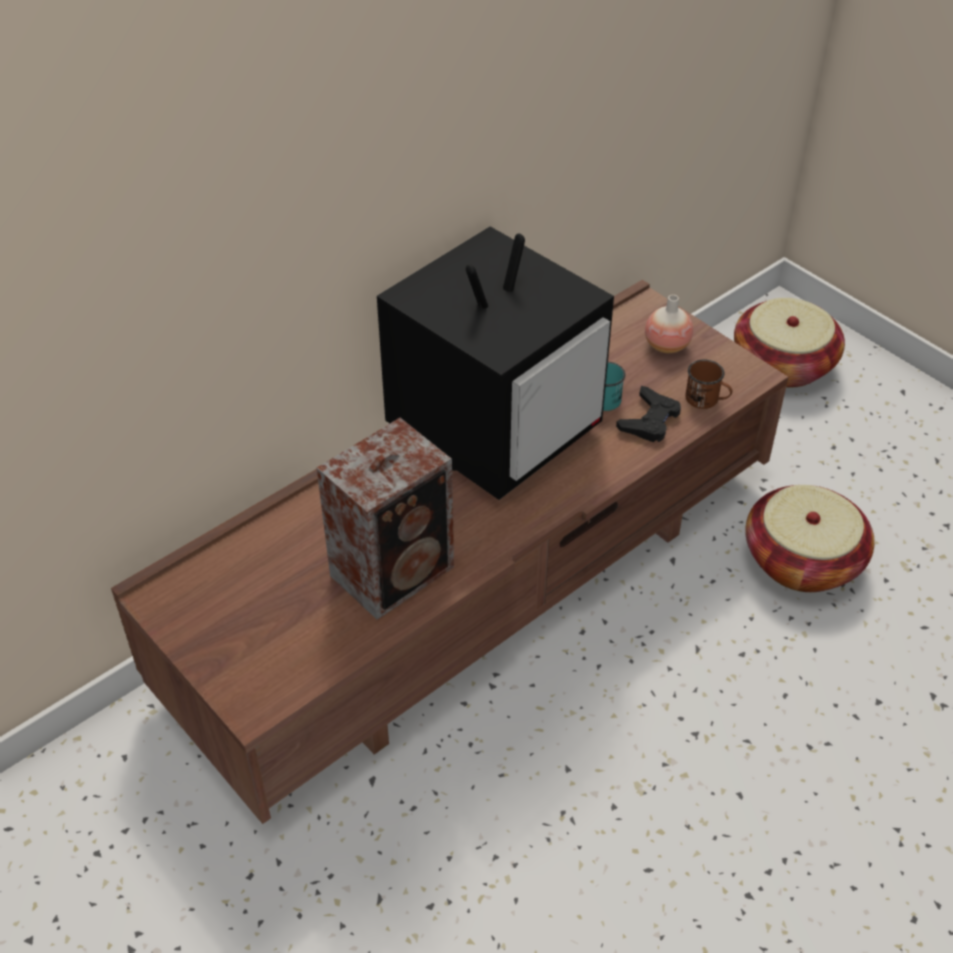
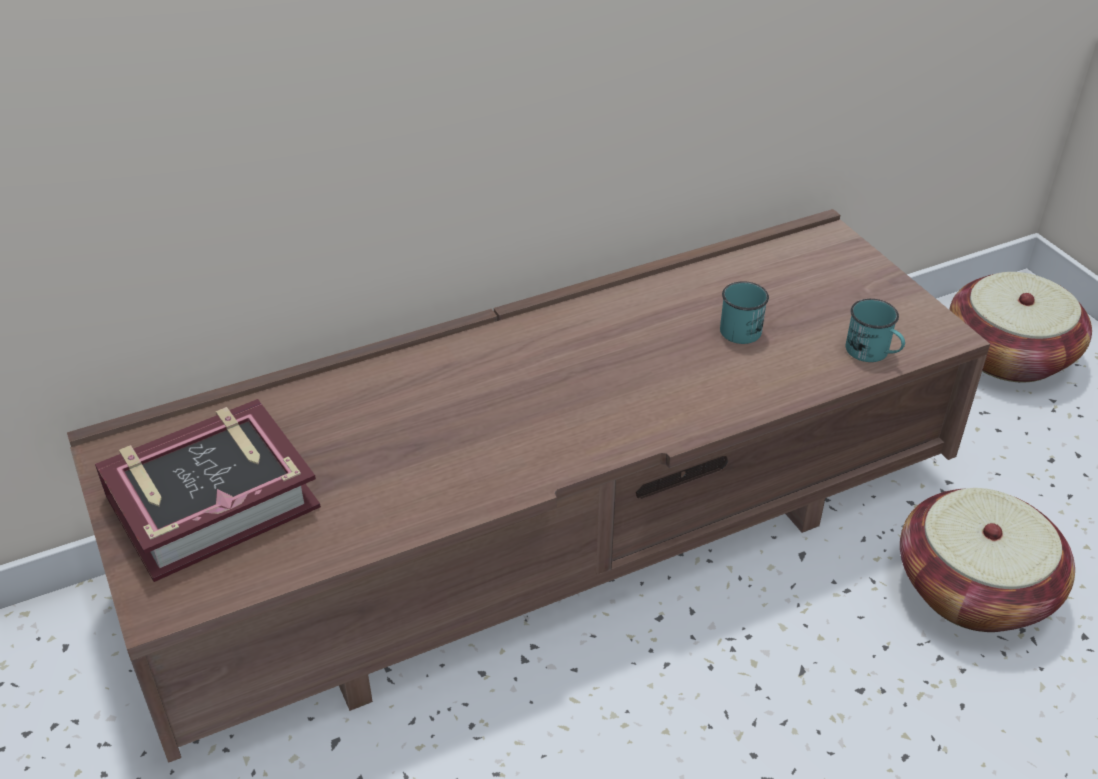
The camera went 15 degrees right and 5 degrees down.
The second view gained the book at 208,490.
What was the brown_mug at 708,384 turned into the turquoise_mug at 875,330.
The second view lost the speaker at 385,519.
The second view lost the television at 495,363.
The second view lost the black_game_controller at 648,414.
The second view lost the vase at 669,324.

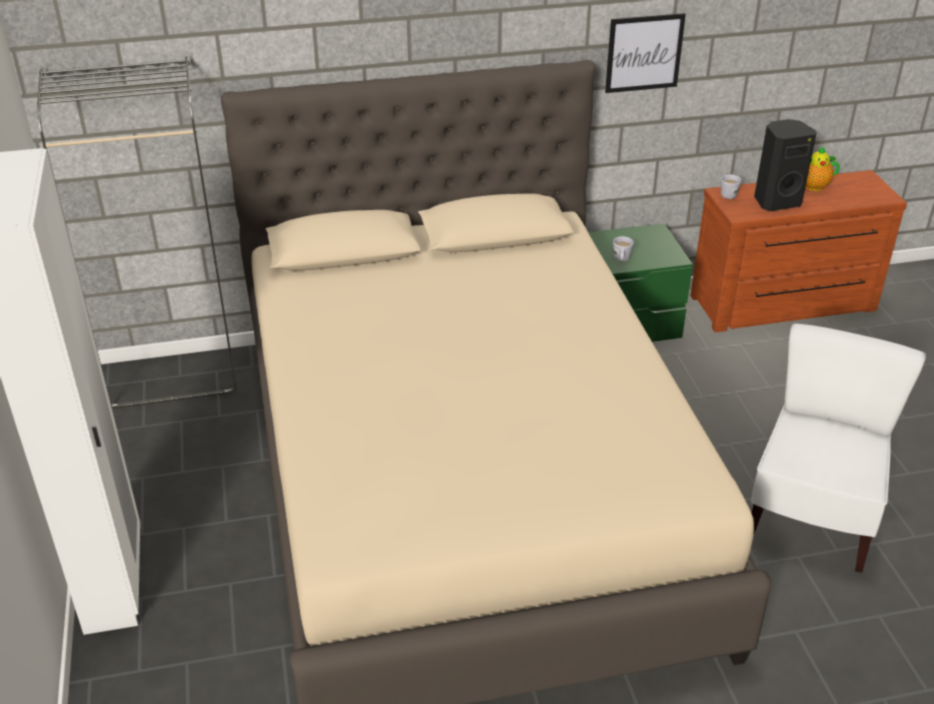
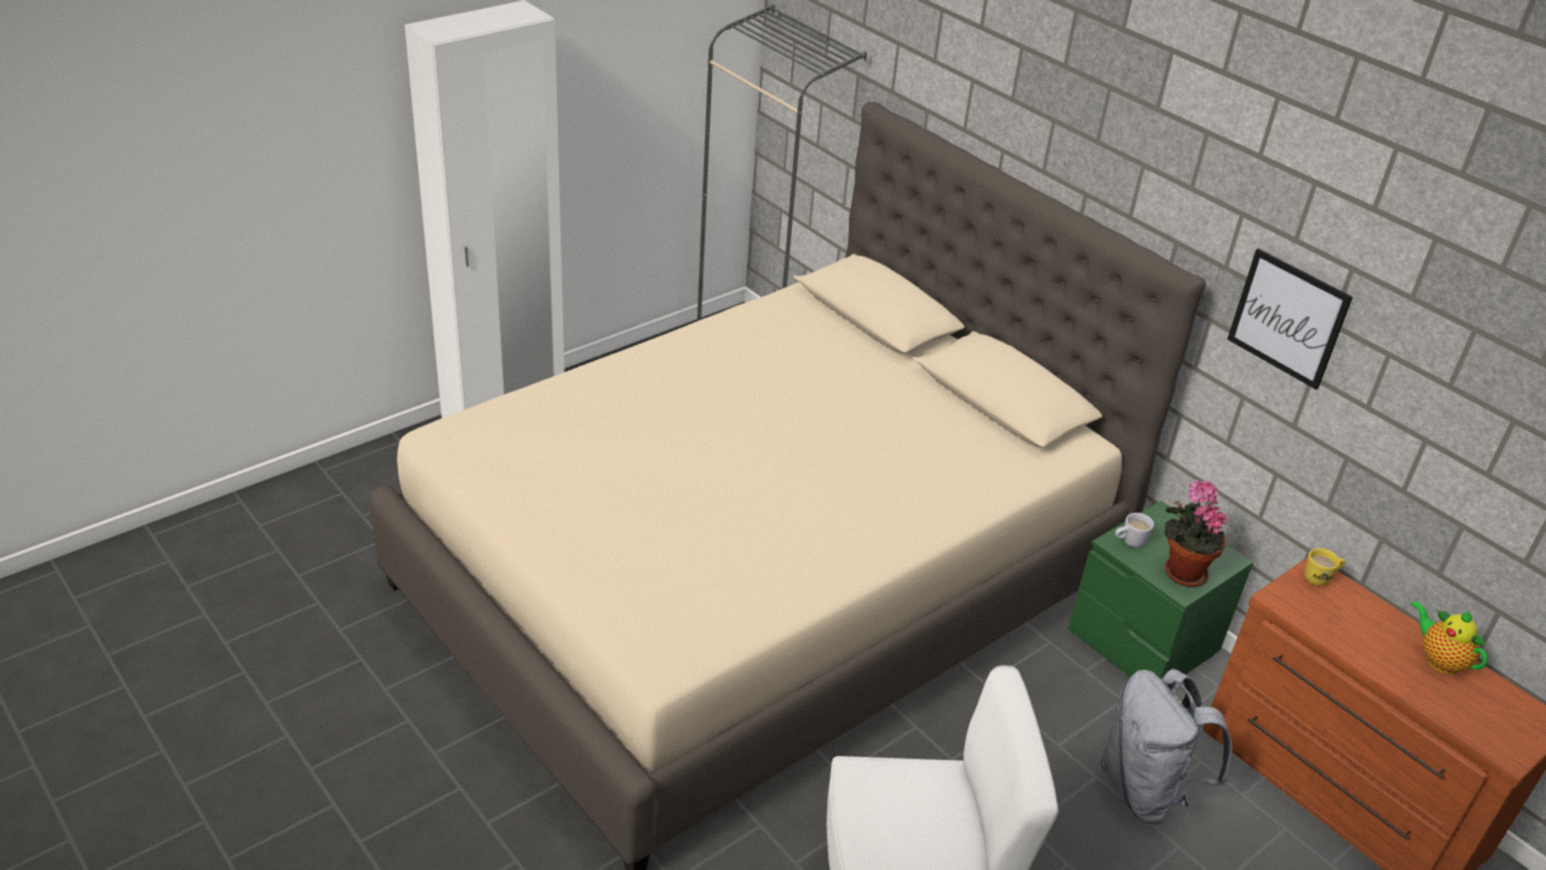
The camera went 60 degrees right and 0 degrees up.
The second view gained the grey_backpack at 1166,746.
The second view gained the potted_plant at 1196,533.
What was the white_mug at 731,186 turned into the yellow_mug at 1325,567.
The second view lost the black_speaker at 785,165.

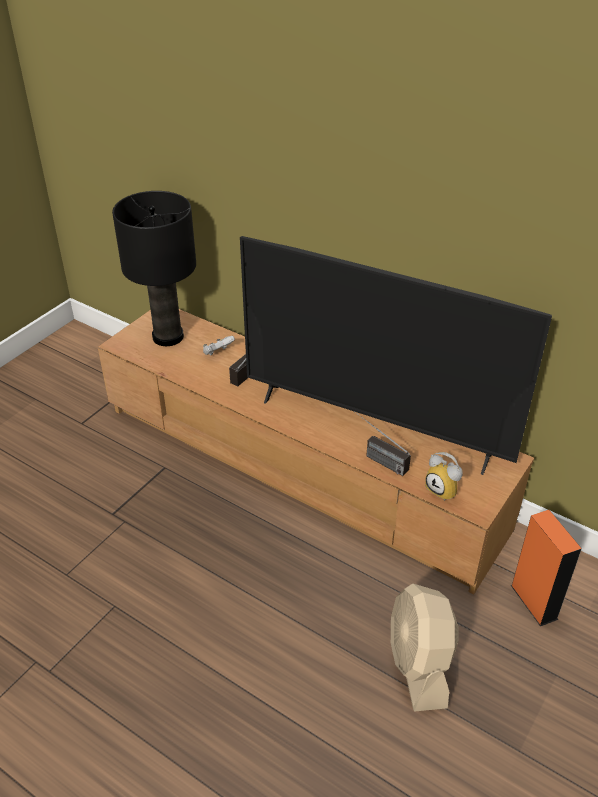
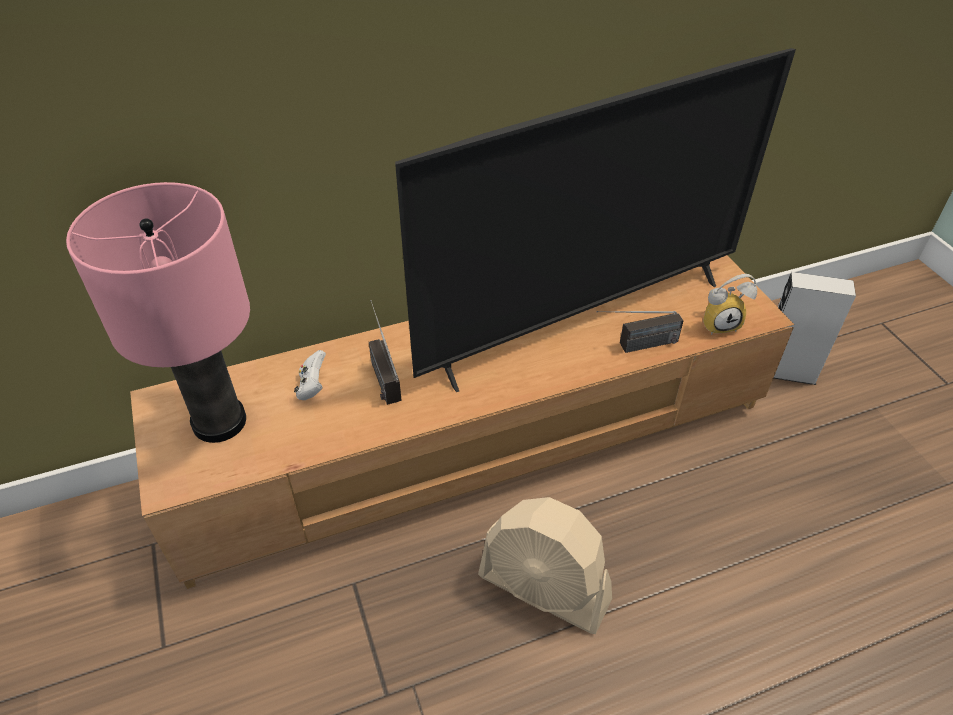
The camera went 55 degrees left and 5 degrees up.
What was the black_table_lamp at 154,268 turned into the pink_table_lamp at 158,312.
The beige_fan ended up elsewhere, having gone from 424,648 to 545,565.
What was the orange_speaker at 546,568 turned into the grey_speaker at 815,328.

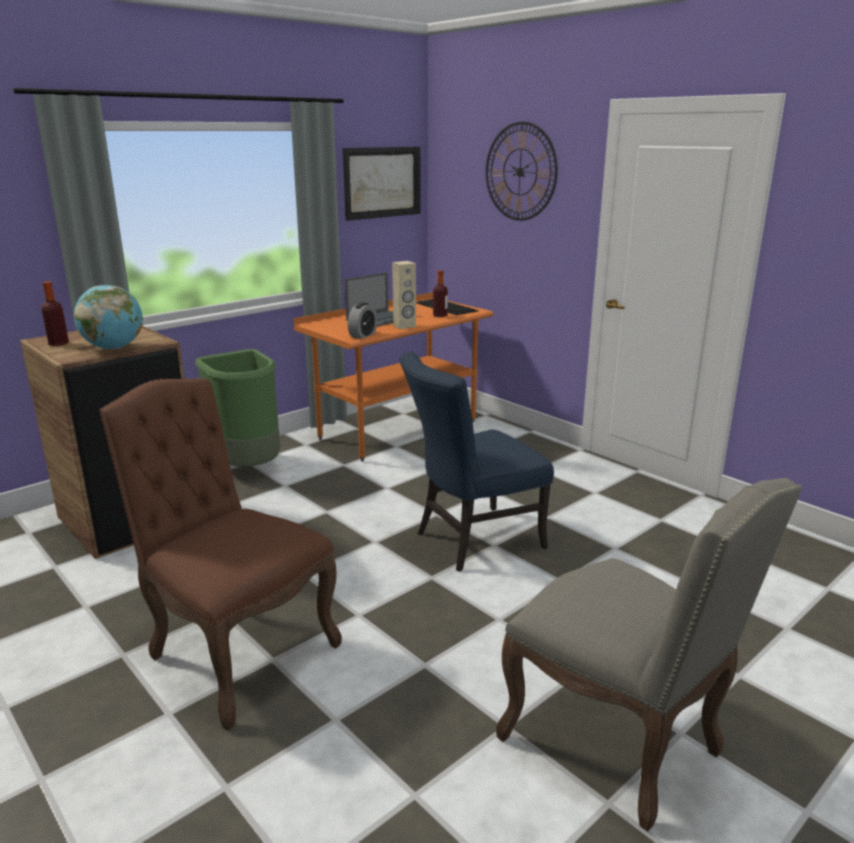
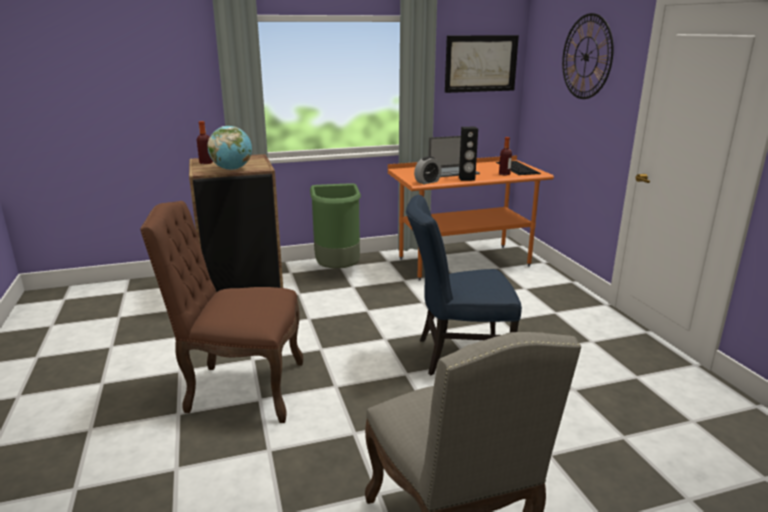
The camera went 25 degrees right and 0 degrees up.
The brown_chair at 221,554 ended up facing another way, 60 degrees counterclockwise from before.
What was the beige_speaker at 404,295 turned into the black_speaker at 468,154.

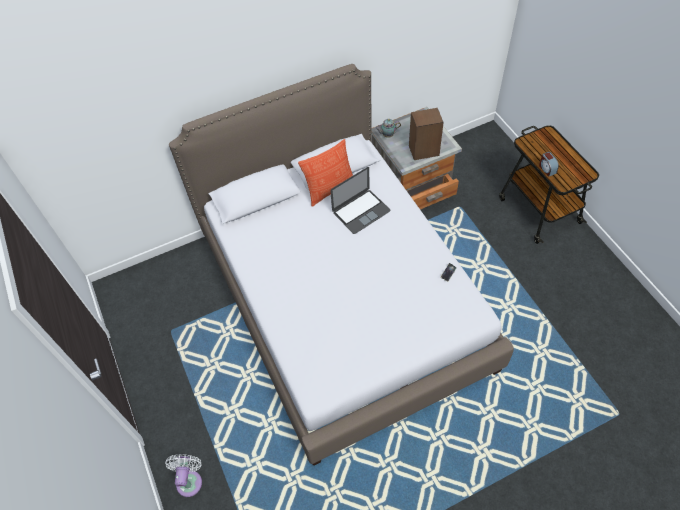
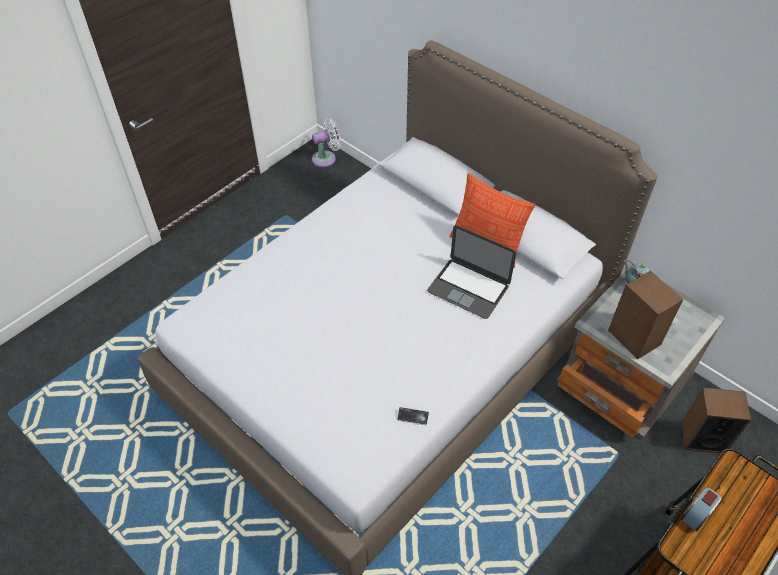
The camera went 65 degrees right and 5 degrees down.
The white_fan ended up elsewhere, having gone from 183,475 to 326,142.
The second view gained the speaker at 716,420.

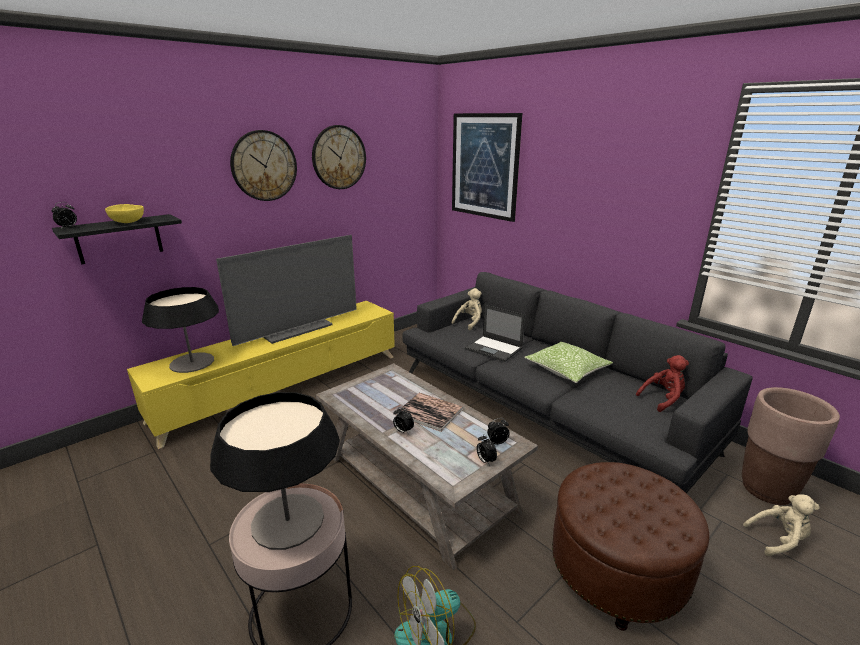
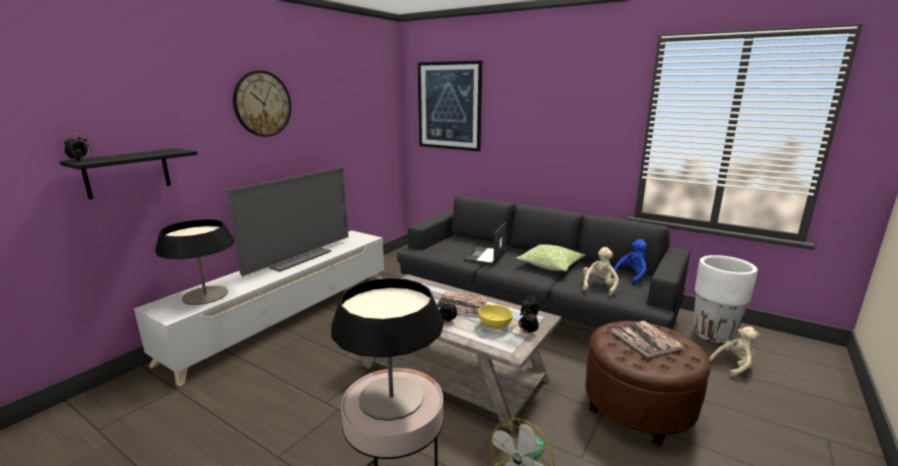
The camera went 15 degrees left and 5 degrees down.
What was the yellow_tv_stand at 261,375 turned into the white_tv_stand at 259,308.
The laptop at 495,333 ended up facing another way, 90 degrees clockwise from before.
The yellow_bowl ended up elsewhere, having gone from 124,213 to 496,317.
The beige_plush_toy ended up elsewhere, having gone from 467,309 to 601,272.
The second view gained the book at 648,339.
What was the red_plush_toy at 662,383 turned into the blue_plush_toy at 629,262.
What was the brown_planter at 791,446 turned into the white_planter at 726,299.
The second view lost the wall_clock at 339,157.

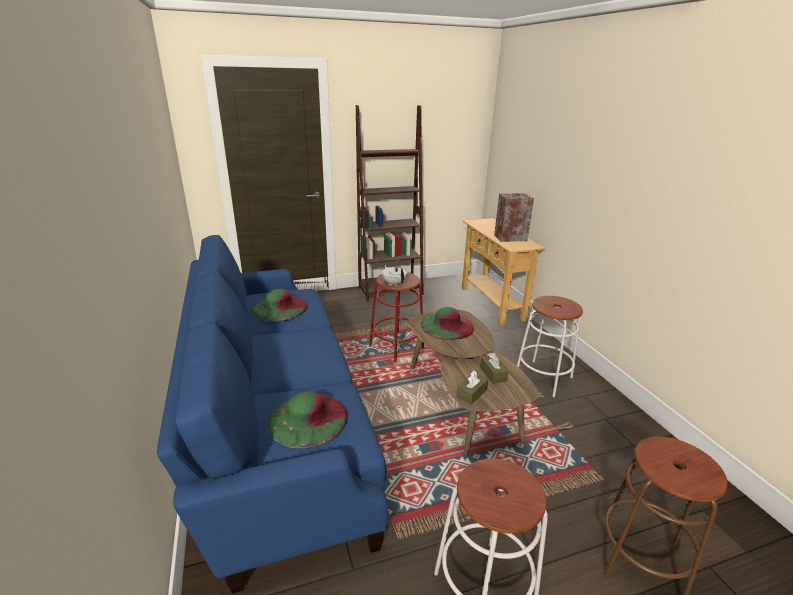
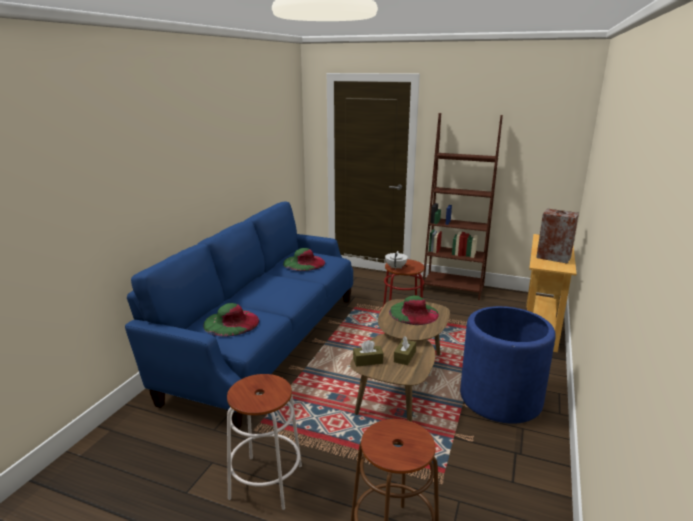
The camera went 40 degrees right and 5 degrees down.
Where the white_stool stood at 550,346, the blue_planter came to stand at 508,365.

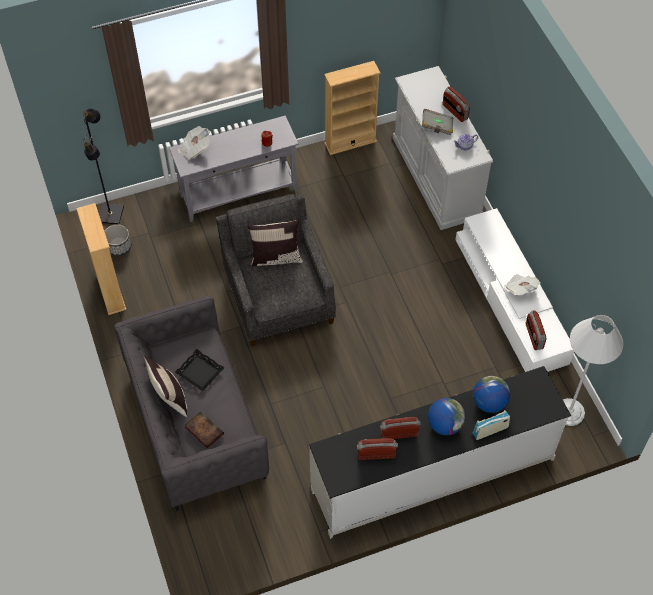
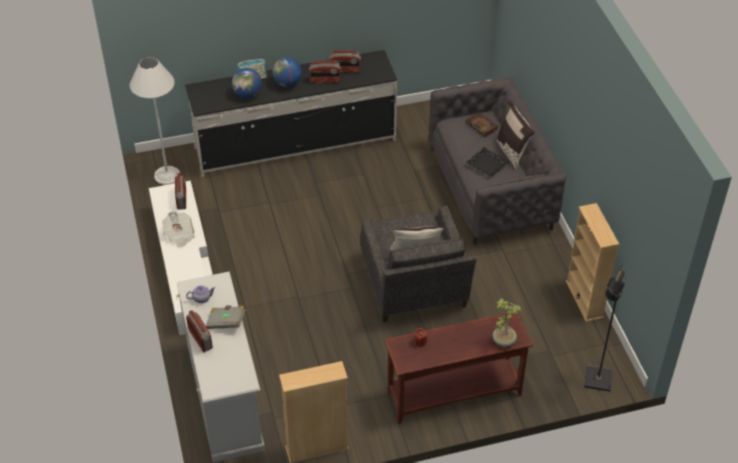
The camera went 175 degrees left and 10 degrees down.
What was the grey_console_table at 234,168 turned into the brown_console_table at 459,368.
Where the newspaper stood at 194,143, the potted_plant came to stand at 507,323.
The second view lost the planter at 117,240.

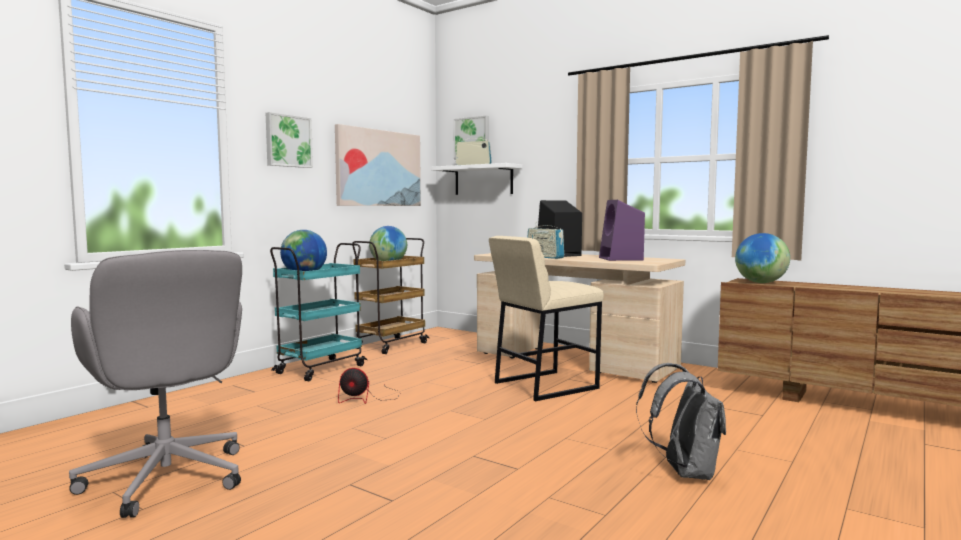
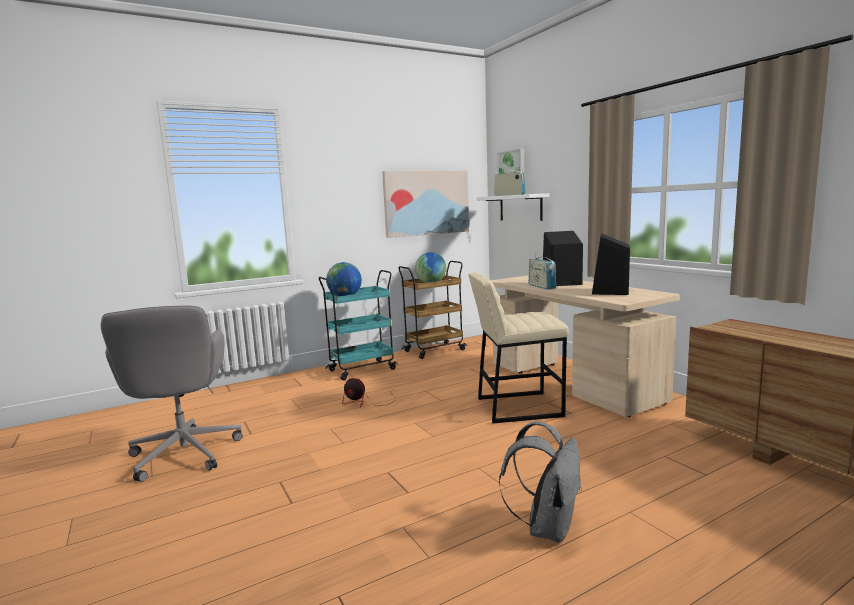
The camera went 25 degrees right and 5 degrees up.
What was the purple_speaker at 622,230 turned into the black_speaker at 611,264.
The second view lost the picture at 289,140.
The second view lost the globe at 762,258.

